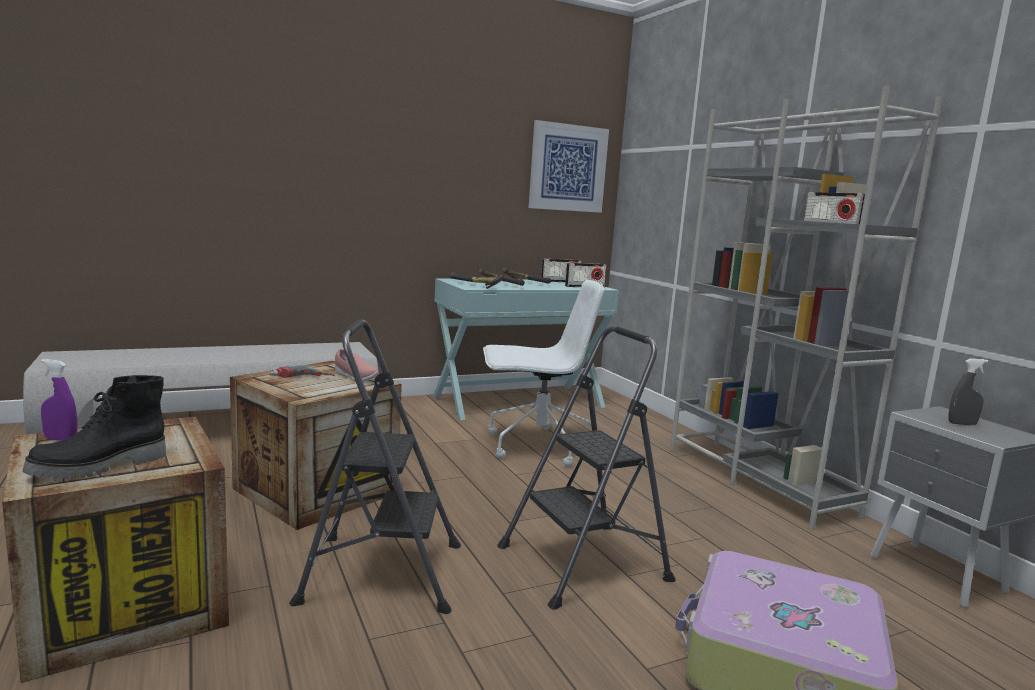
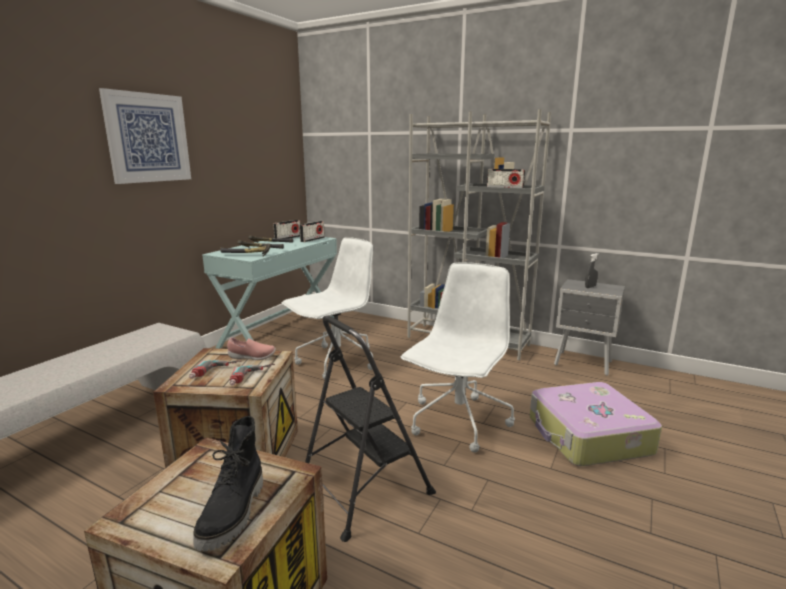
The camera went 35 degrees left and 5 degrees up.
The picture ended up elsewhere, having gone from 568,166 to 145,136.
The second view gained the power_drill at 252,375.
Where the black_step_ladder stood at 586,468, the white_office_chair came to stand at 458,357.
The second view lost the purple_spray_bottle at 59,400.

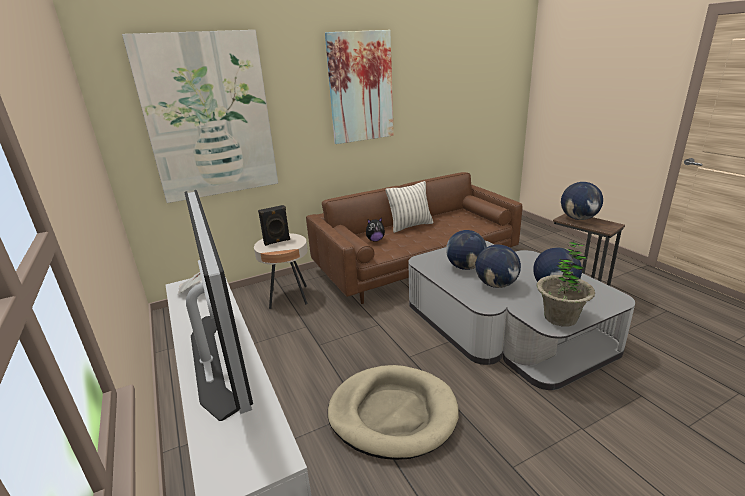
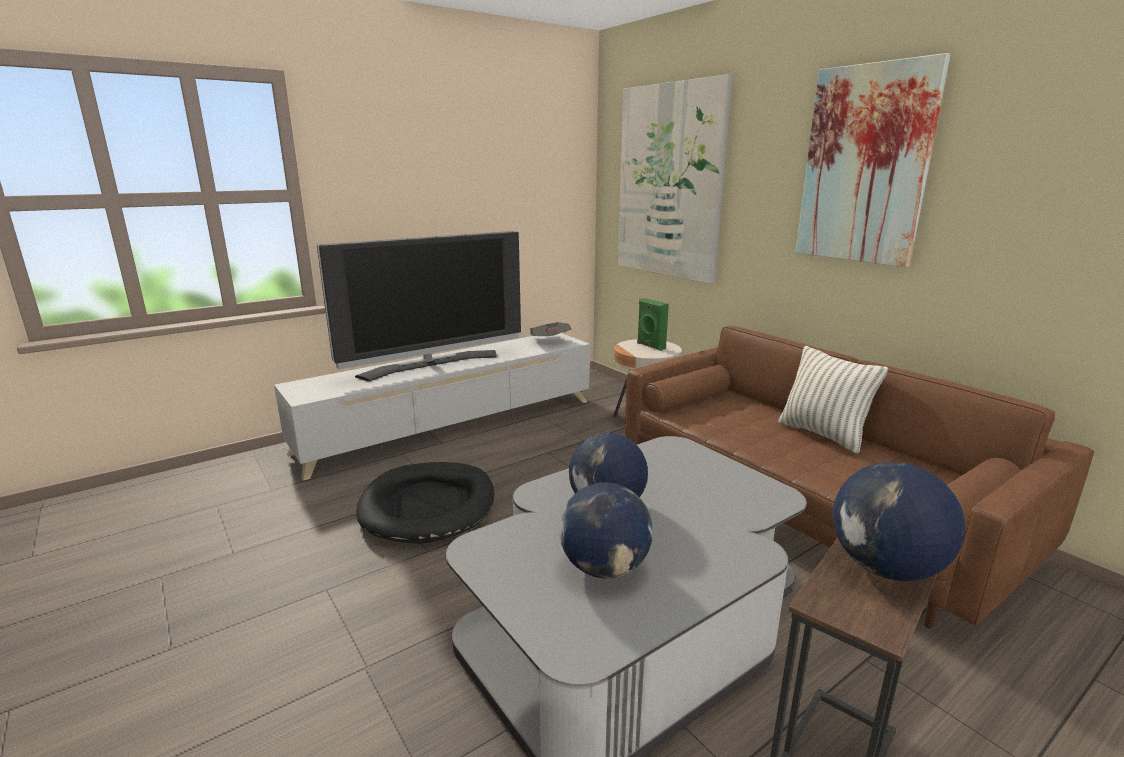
The camera went 80 degrees right and 5 degrees down.
What was the beige_dog_bed at 393,412 turned into the black_dog_bed at 425,503.
What was the black_speaker at 274,225 turned into the green_speaker at 653,324.
The second view lost the plush_toy at 375,229.
The second view lost the globe at 466,250.
The second view lost the potted_plant at 566,284.

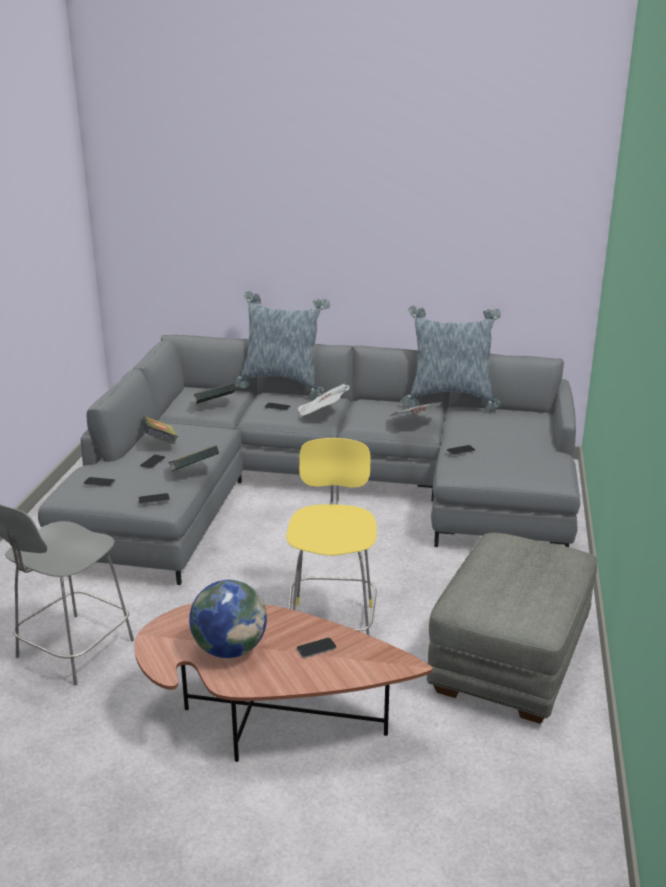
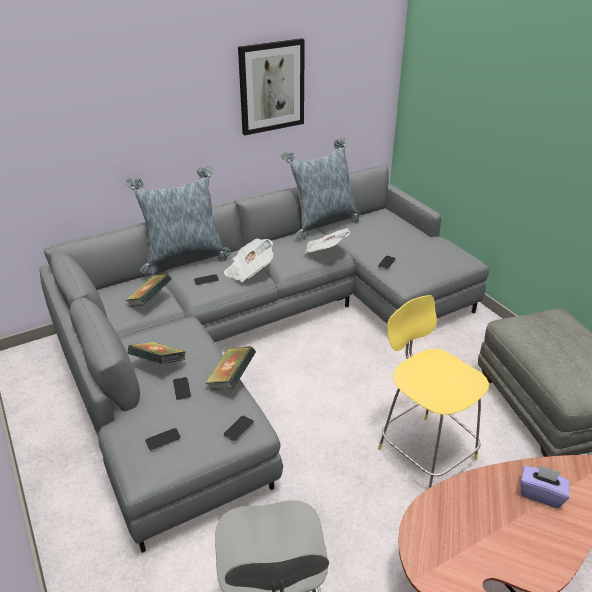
The camera went 40 degrees left and 10 degrees up.
The second view gained the picture at 271,86.
Where the phone stood at 317,648, the purple_tissue_box came to stand at 545,486.
The second view lost the globe at 228,619.

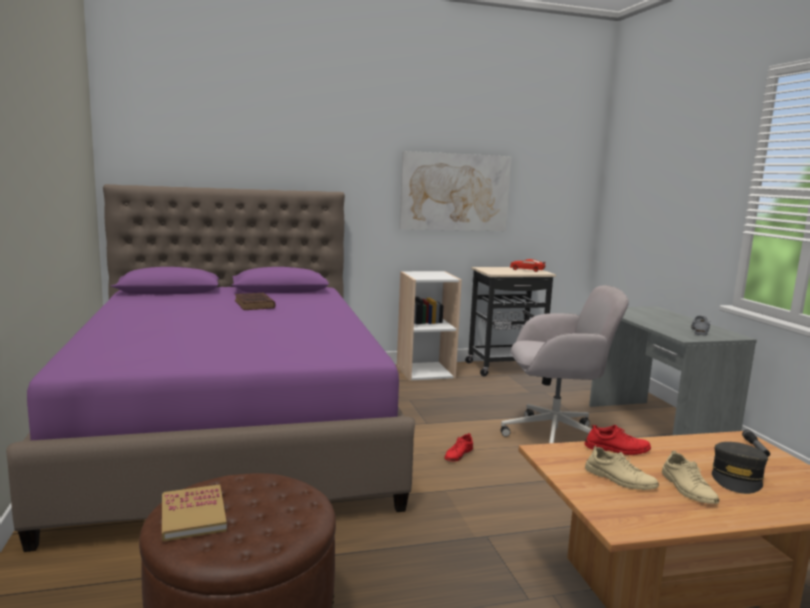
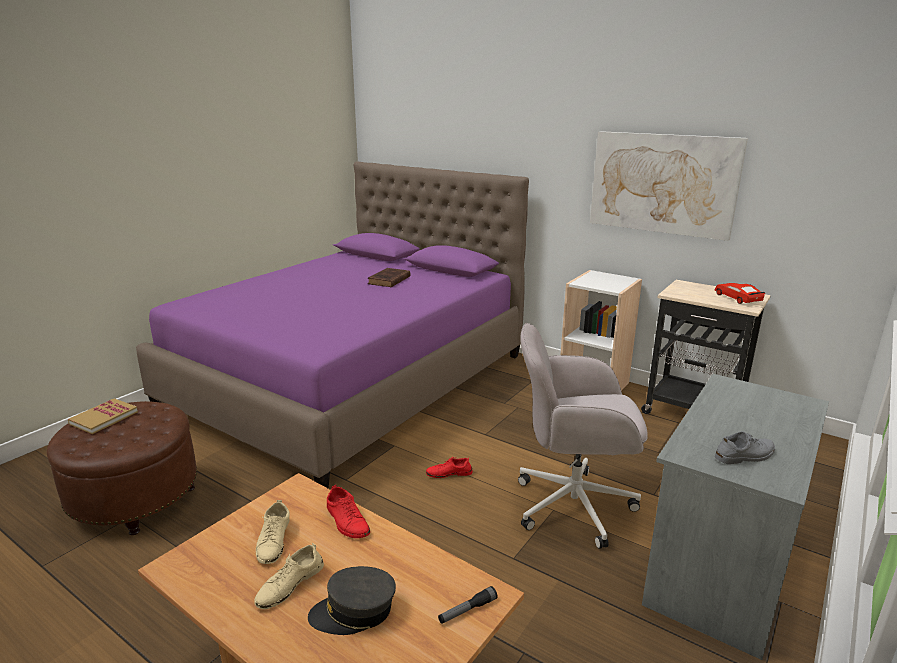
The camera went 50 degrees right and 10 degrees up.
The grey_office_chair at 565,364 ended up facing another way, 135 degrees clockwise from before.

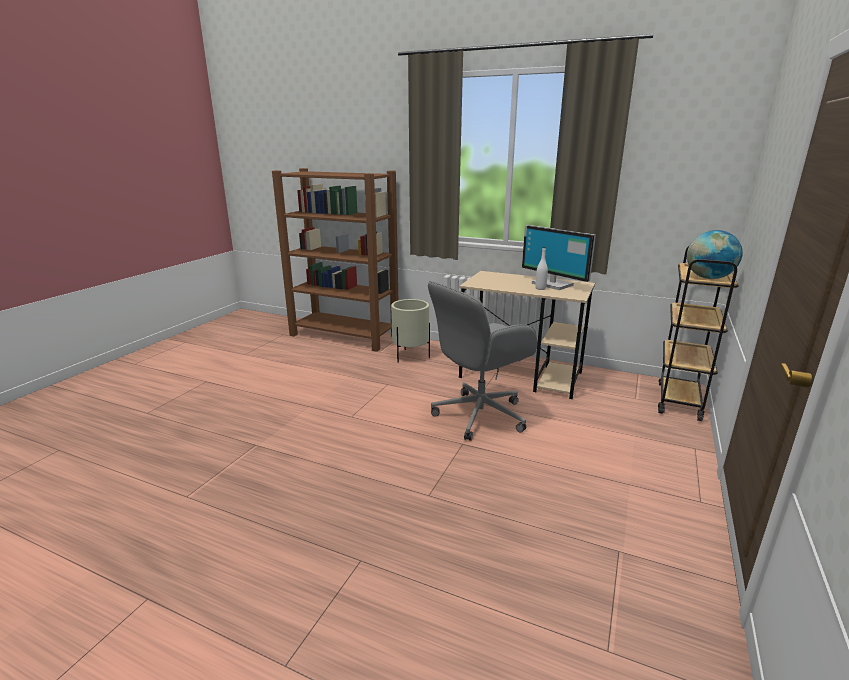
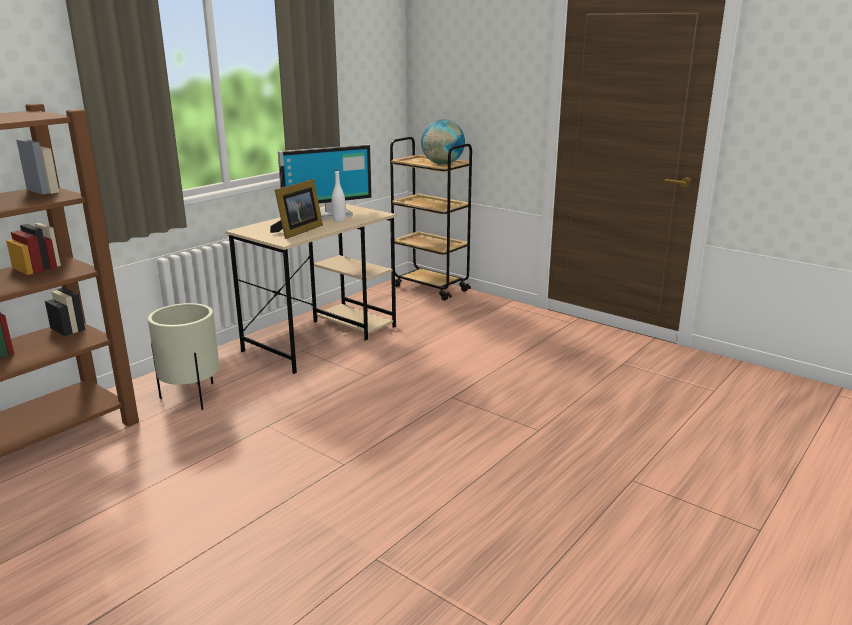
The camera went 75 degrees left and 0 degrees up.
The second view gained the picture_frame at 296,209.
The second view lost the grey_office_chair at 482,361.

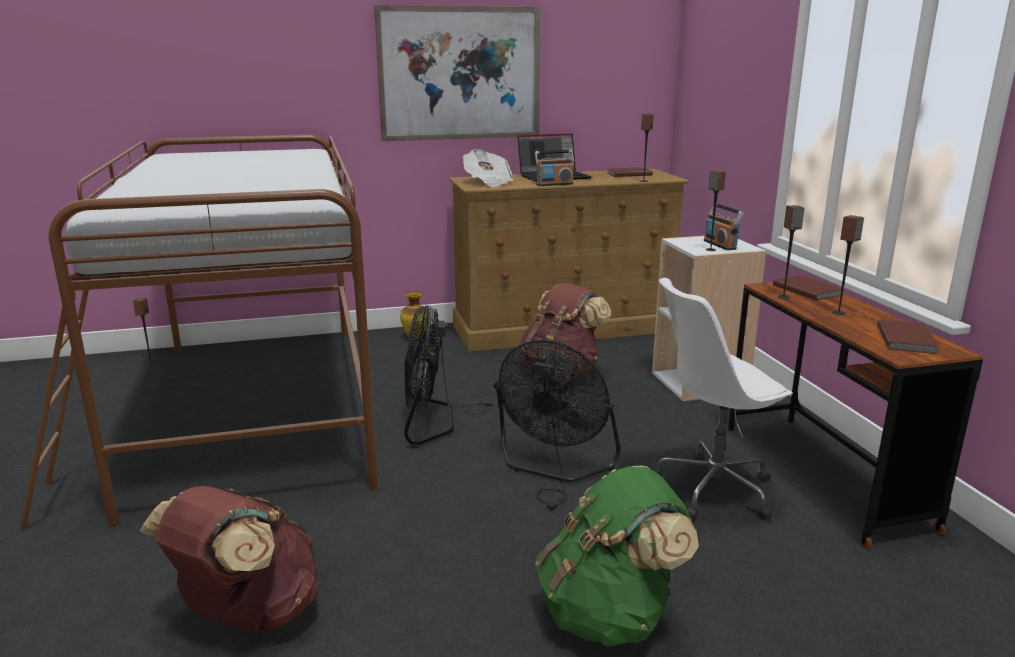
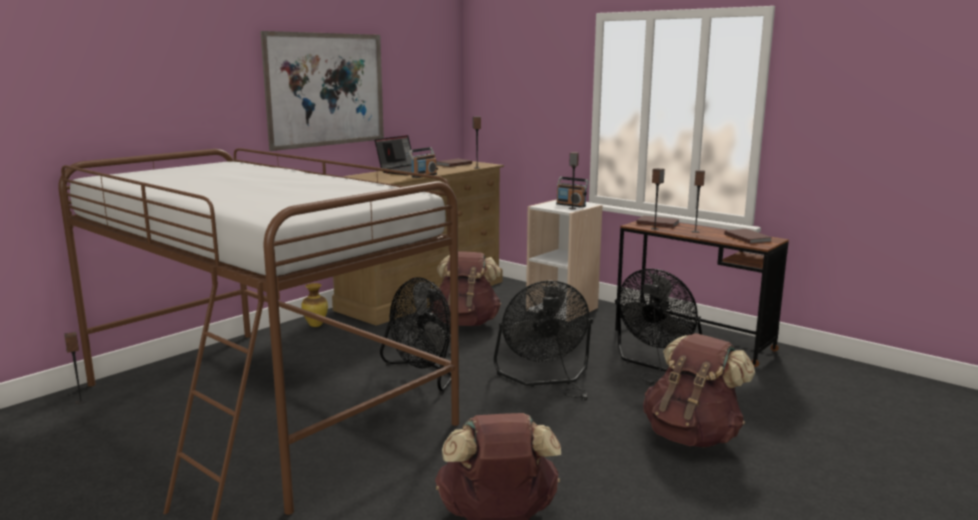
The camera went 35 degrees left and 5 degrees down.
Where the white_office_chair stood at 722,399, the black_fan came to stand at 658,327.
What was the green_backpack at 617,556 turned into the brown_backpack at 699,390.
The second view lost the newspaper at 488,168.

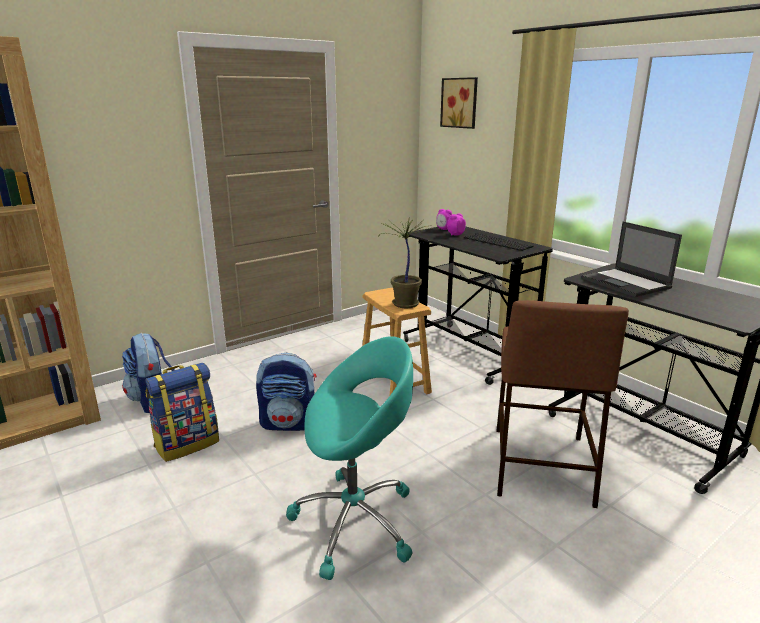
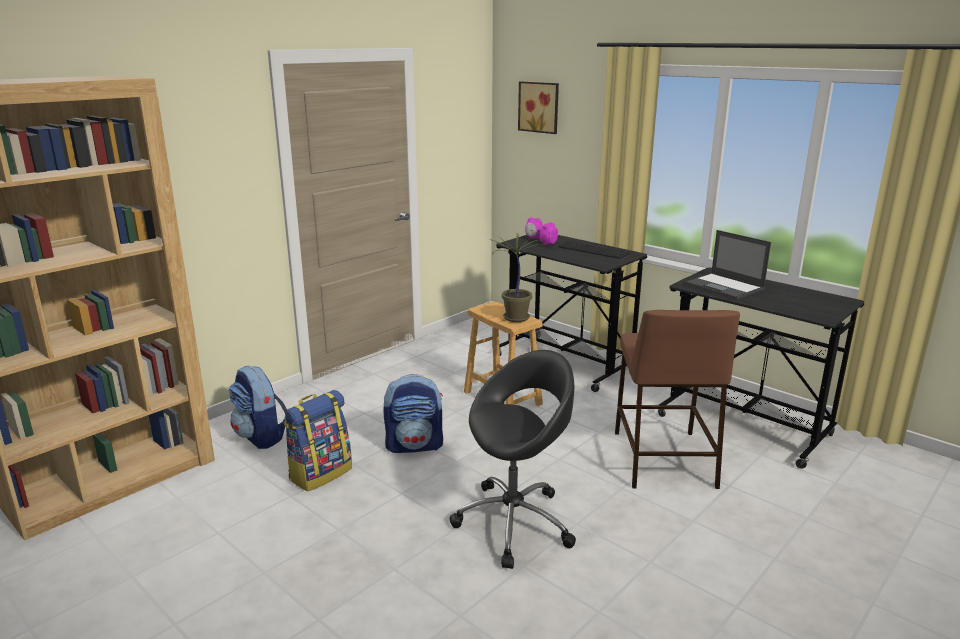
The camera went 10 degrees left and 0 degrees up.
What was the turquoise_office_chair at 349,458 turned into the black_office_chair at 512,459.

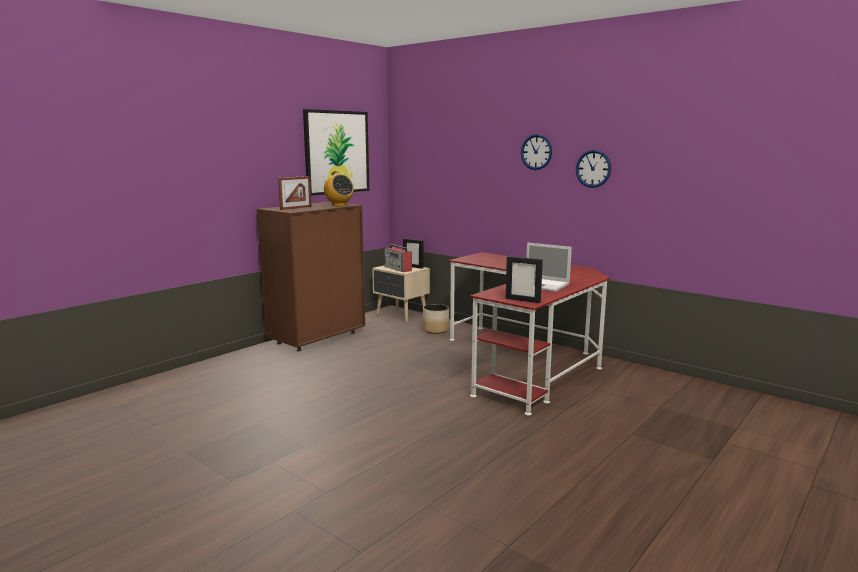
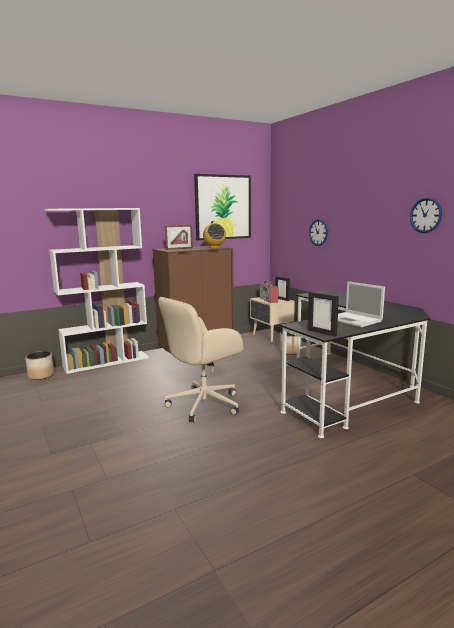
The camera went 20 degrees right and 0 degrees up.
The second view gained the planter at 39,365.
The second view gained the white_bookcase at 97,291.
The second view gained the beige_office_chair at 200,360.
What was the red_desk at 529,334 turned into the black_desk at 355,364.
The wall_clock ended up elsewhere, having gone from 536,152 to 318,232.

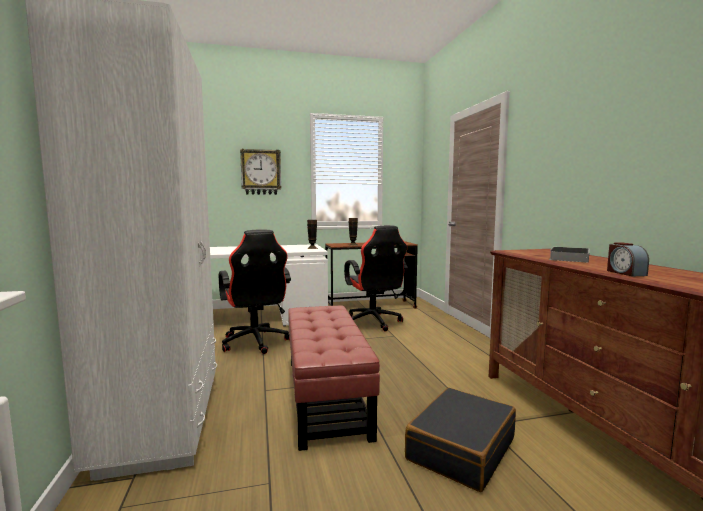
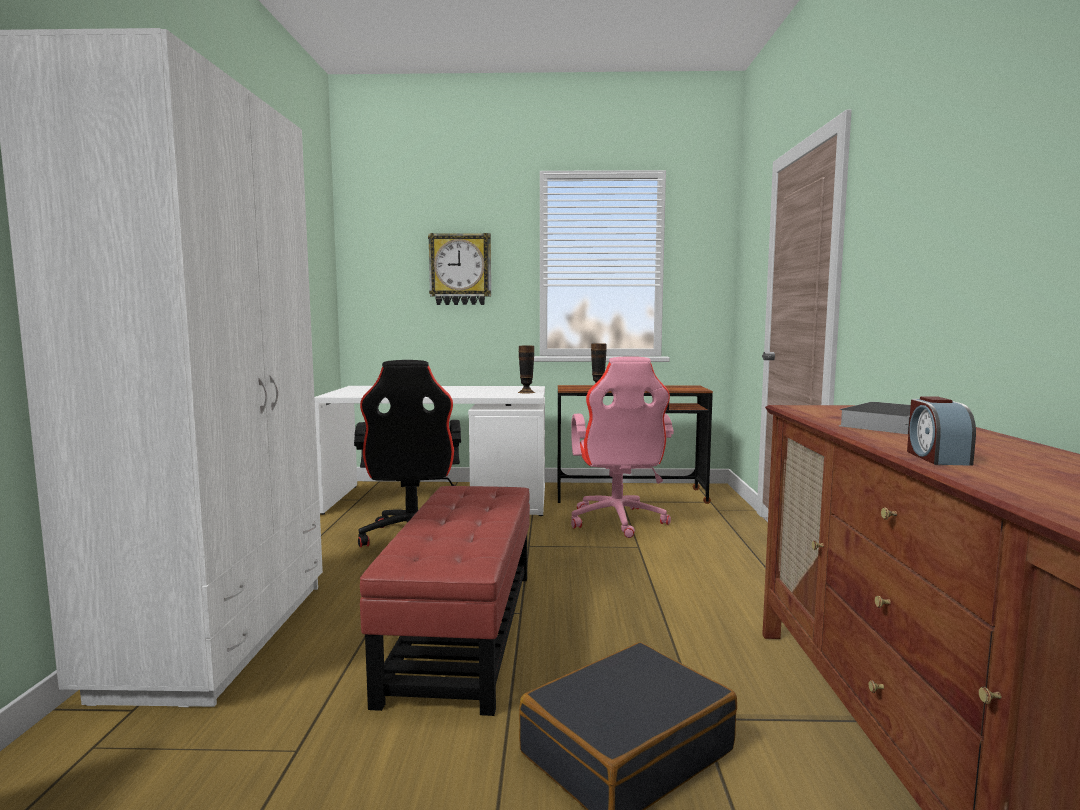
The camera went 15 degrees right and 0 degrees up.
What was the black_office_chair at 376,278 turned into the pink_office_chair at 622,447.

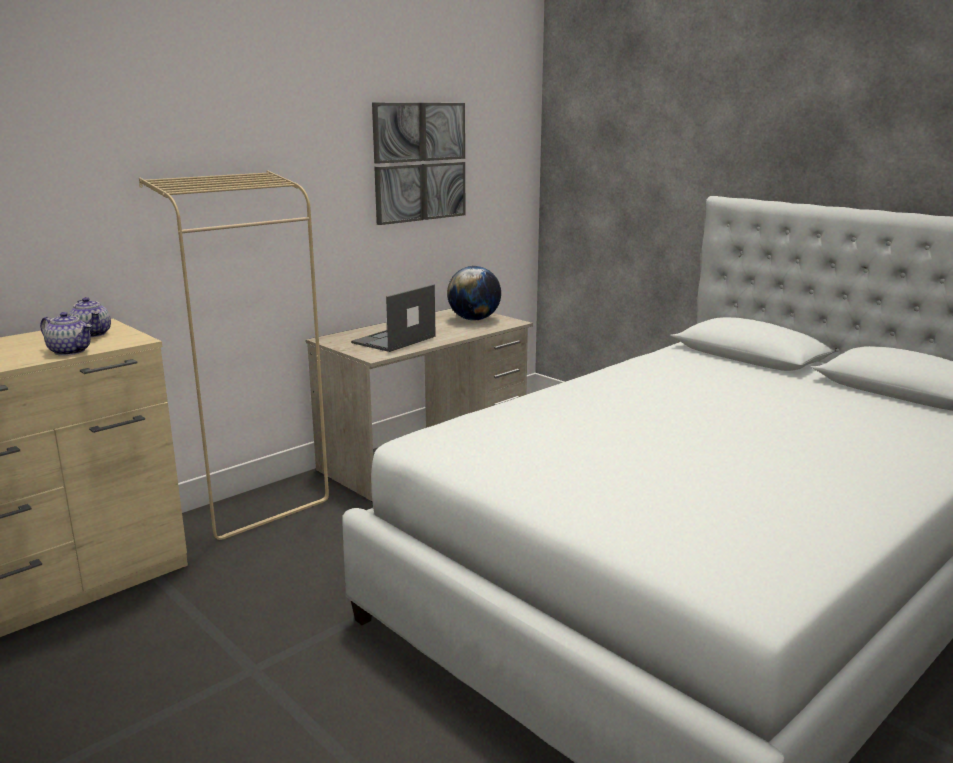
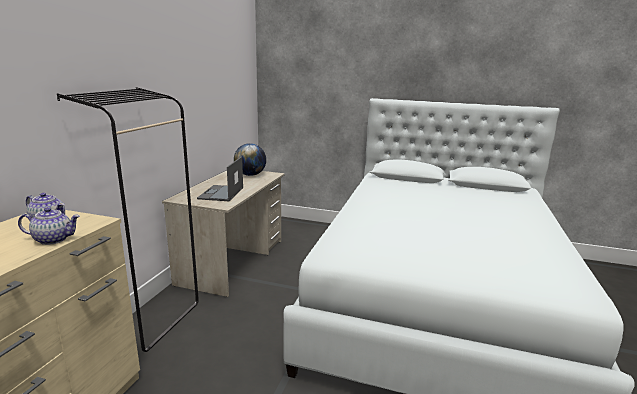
The camera went 30 degrees left and 0 degrees up.
What was the beige_clothes_rack at 234,355 turned into the black_clothes_rack at 128,219.
The second view lost the picture at 418,163.

